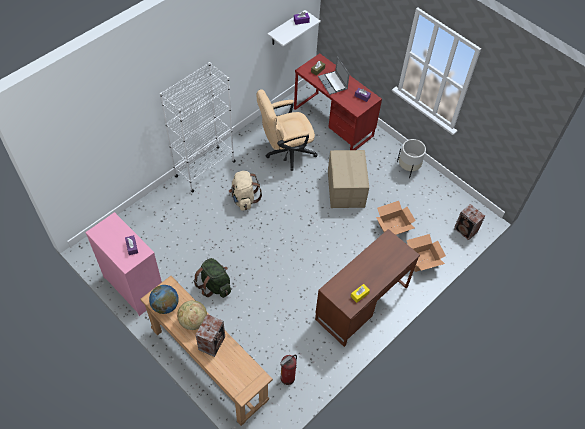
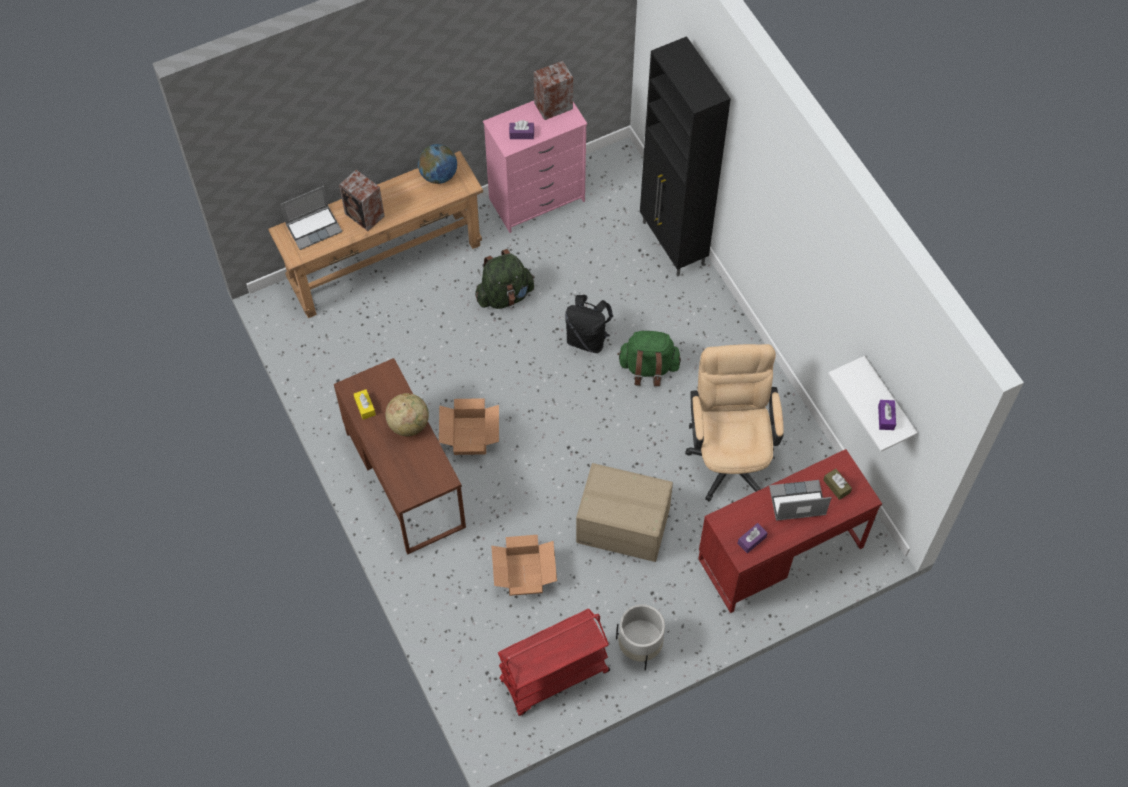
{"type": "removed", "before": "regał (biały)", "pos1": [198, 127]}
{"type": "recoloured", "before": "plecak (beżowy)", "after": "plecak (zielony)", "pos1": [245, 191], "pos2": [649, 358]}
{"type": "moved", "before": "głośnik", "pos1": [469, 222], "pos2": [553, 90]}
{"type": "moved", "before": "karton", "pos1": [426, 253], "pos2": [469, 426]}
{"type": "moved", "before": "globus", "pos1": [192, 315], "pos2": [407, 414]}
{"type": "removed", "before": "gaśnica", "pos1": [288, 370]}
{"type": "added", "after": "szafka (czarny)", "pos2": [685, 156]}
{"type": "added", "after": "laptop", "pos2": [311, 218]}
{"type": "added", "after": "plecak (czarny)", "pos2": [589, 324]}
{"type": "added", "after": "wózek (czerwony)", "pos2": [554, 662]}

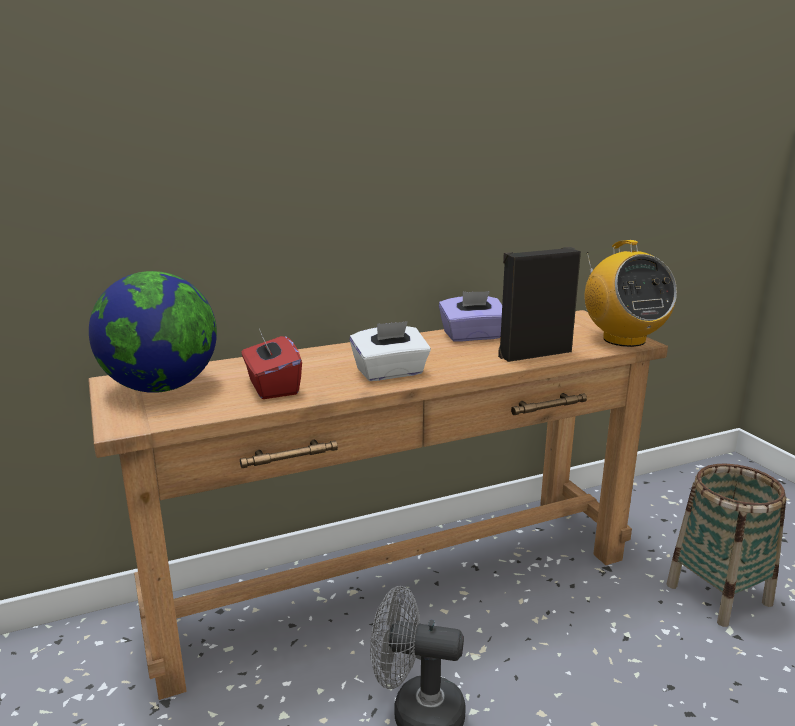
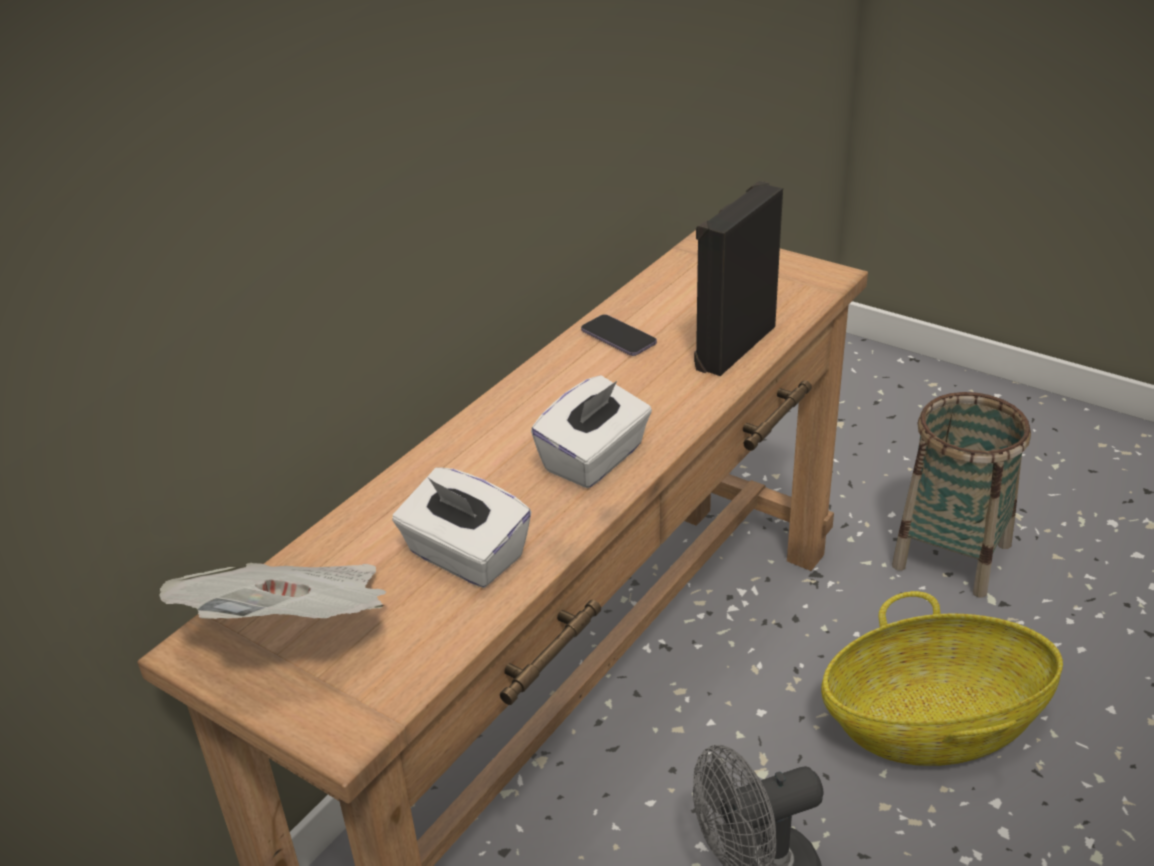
{"type": "removed", "before": "radio", "pos1": [631, 293]}
{"type": "replaced", "before": "globus", "after": "gazeta", "pos1": [153, 332], "pos2": [272, 591]}
{"type": "replaced", "before": "pudełko chusteczek (fioletowy)", "after": "telefon", "pos1": [470, 316], "pos2": [619, 335]}
{"type": "recoloured", "before": "pudełko chusteczek (czerwony)", "after": "pudełko chusteczek (biały)", "pos1": [272, 364], "pos2": [461, 527]}
{"type": "added", "after": "koszyk", "pos2": [942, 678]}

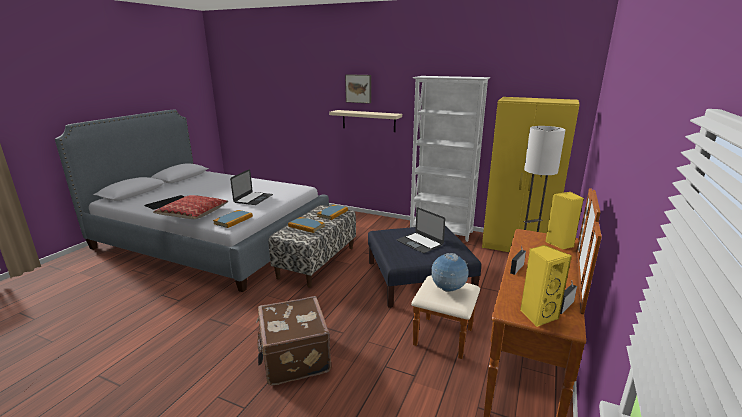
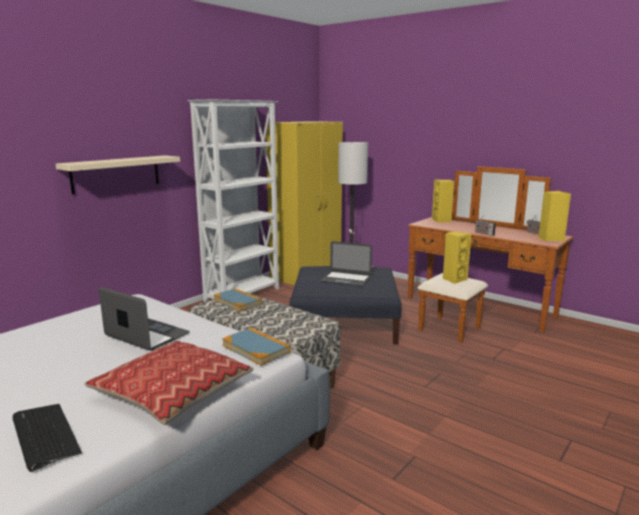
{"type": "removed", "before": "obraz", "pos1": [358, 89]}
{"type": "turned", "before": "laptop", "pos1": [421, 230], "pos2": [346, 263], "turn": 45}
{"type": "removed", "before": "książka", "pos1": [306, 225]}
{"type": "replaced", "before": "globus", "after": "głośnik (żółty)", "pos1": [449, 272], "pos2": [457, 257]}
{"type": "removed", "before": "walizka (brązowy)", "pos1": [293, 340]}

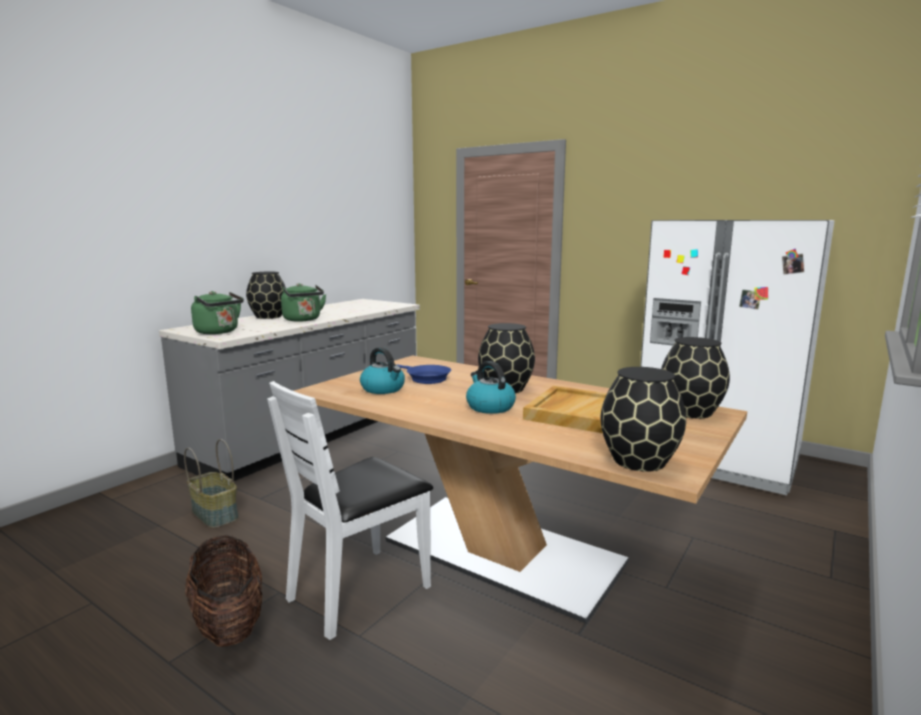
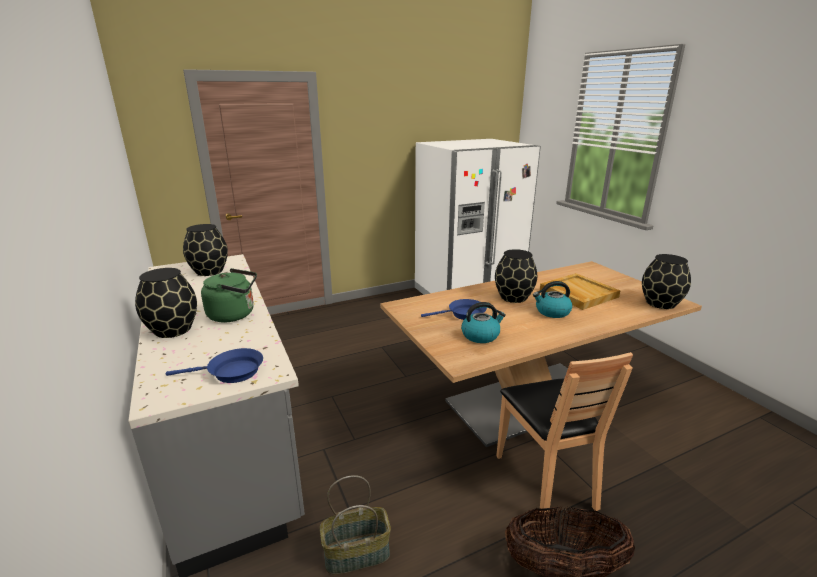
{"type": "replaced", "before": "czajnik (zielony)", "after": "patelnia (niebieski)", "pos1": [217, 312], "pos2": [214, 365]}
{"type": "moved", "before": "wazon (czarny)", "pos1": [695, 377], "pos2": [205, 250]}
{"type": "recoloured", "before": "krzesło (biały)", "after": "krzesło (brązowy)", "pos1": [350, 510], "pos2": [564, 435]}

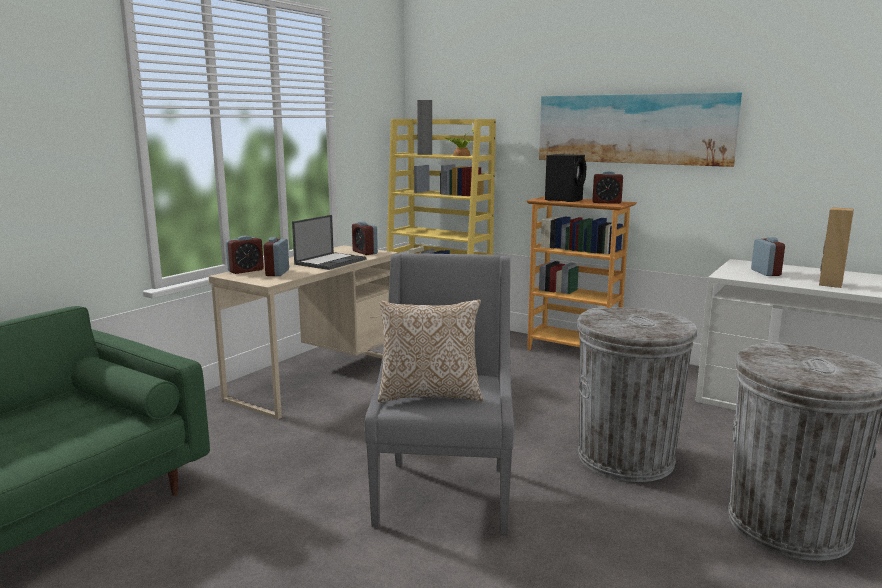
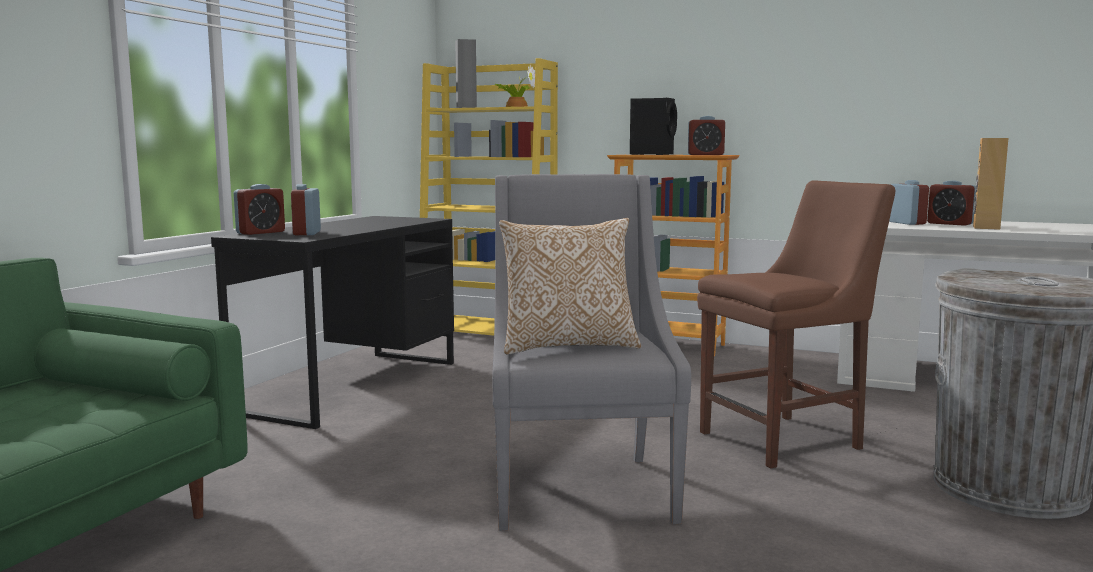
{"type": "removed", "before": "obraz", "pos1": [640, 129]}
{"type": "removed", "before": "laptop", "pos1": [329, 242]}
{"type": "moved", "before": "budzik", "pos1": [365, 238], "pos2": [951, 203]}
{"type": "recoloured", "before": "biurko (beżowy)", "after": "biurko (czarny)", "pos1": [303, 332], "pos2": [332, 322]}
{"type": "replaced", "before": "kosz na śmieci (szary)", "after": "krzesło (brązowy)", "pos1": [637, 394], "pos2": [796, 324]}

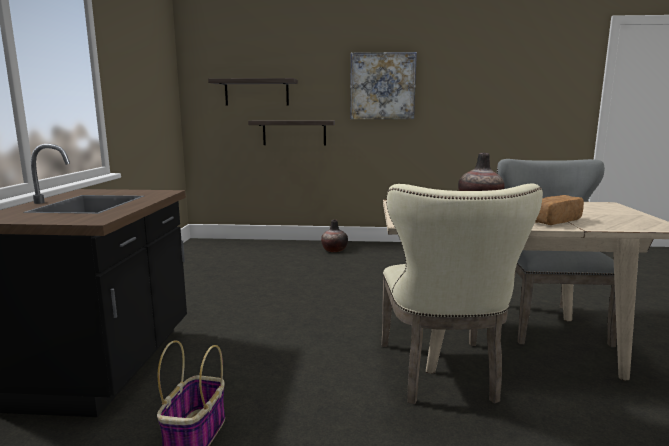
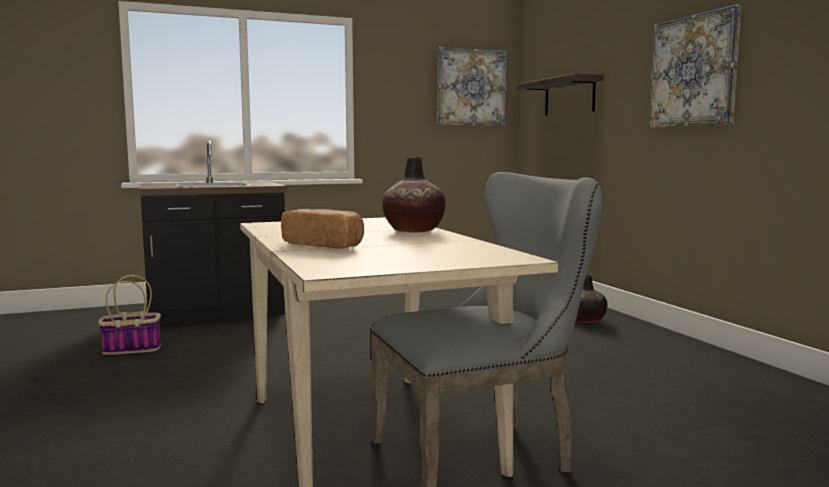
{"type": "removed", "before": "półka", "pos1": [291, 133]}
{"type": "removed", "before": "krzesło (beżowy)", "pos1": [462, 294]}
{"type": "added", "after": "obraz", "pos2": [472, 86]}

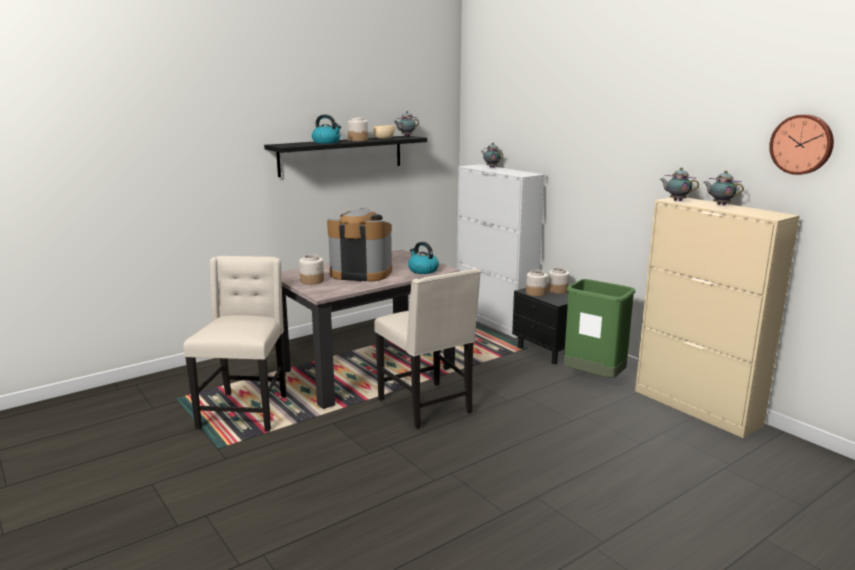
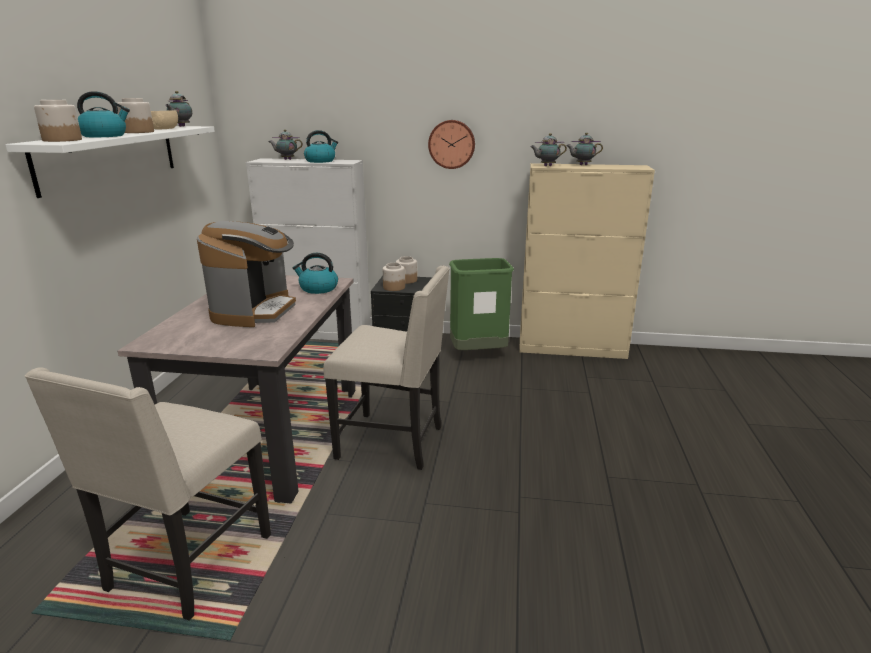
{"type": "moved", "before": "zegar ścienny", "pos1": [801, 144], "pos2": [451, 144]}
{"type": "recoloured", "before": "półka (czarny)", "after": "półka (biały)", "pos1": [345, 156], "pos2": [110, 162]}
{"type": "turned", "before": "ekspres do kawy", "pos1": [359, 245], "pos2": [246, 274], "turn": 135}
{"type": "moved", "before": "słoik", "pos1": [311, 269], "pos2": [58, 121]}
{"type": "turned", "before": "krzesło (beżowy)", "pos1": [235, 344], "pos2": [148, 494], "turn": -120}
{"type": "added", "after": "czajnik", "pos2": [321, 146]}

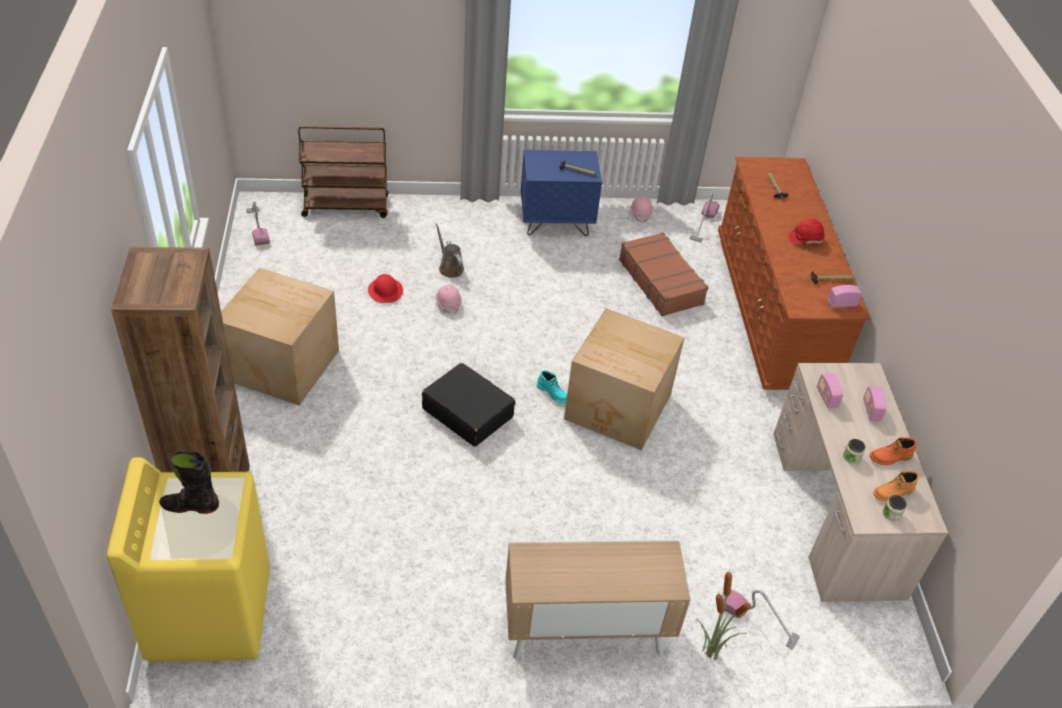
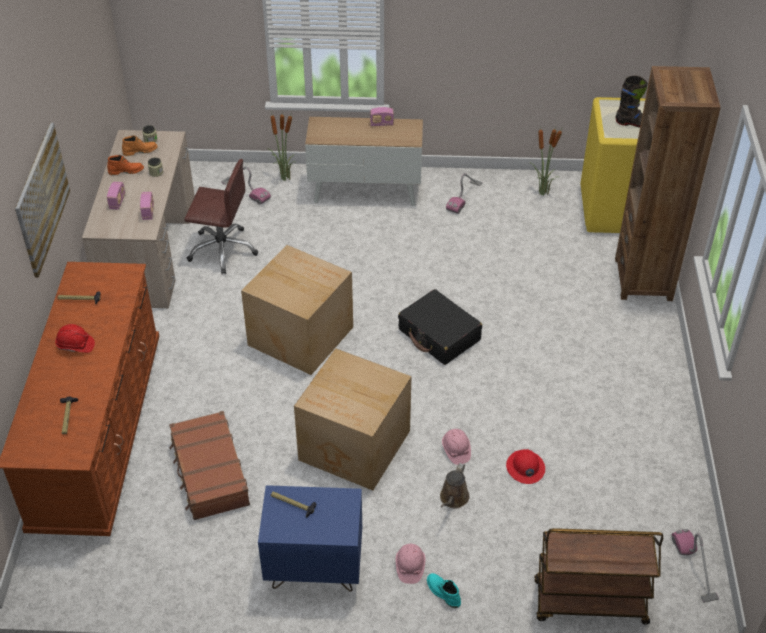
{"type": "moved", "before": "odkurzacz", "pos1": [704, 218], "pos2": [464, 193]}
{"type": "moved", "before": "kask (różowy)", "pos1": [641, 209], "pos2": [410, 564]}
{"type": "turned", "before": "konewka (brązowy)", "pos1": [449, 250], "pos2": [455, 485], "turn": 45}
{"type": "moved", "before": "karton", "pos1": [280, 337], "pos2": [352, 419]}
{"type": "moved", "before": "radio", "pos1": [844, 296], "pos2": [382, 116]}
{"type": "moved", "before": "but z cholewką (turkusowy)", "pos1": [552, 386], "pos2": [444, 590]}
{"type": "added", "after": "obraz", "pos2": [42, 200]}
{"type": "added", "after": "roślina doniczkowa", "pos2": [545, 161]}
{"type": "added", "after": "krzesło biurowe (brązowy)", "pos2": [221, 216]}

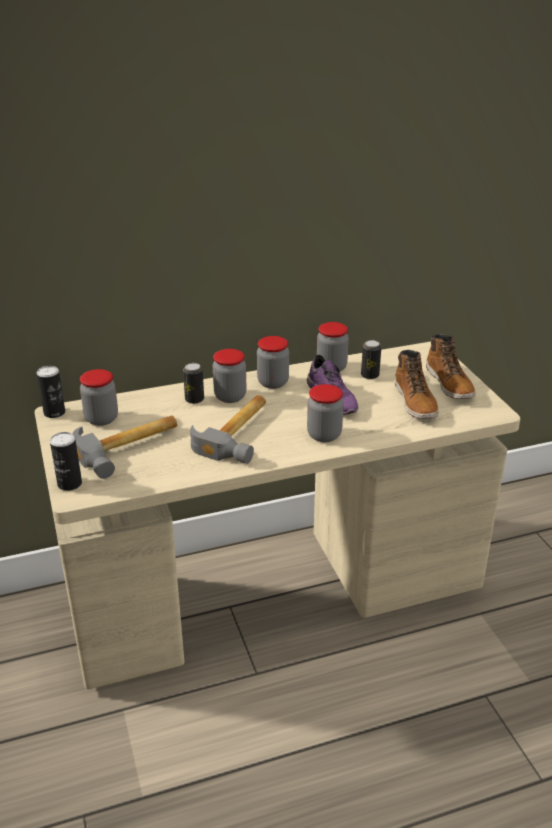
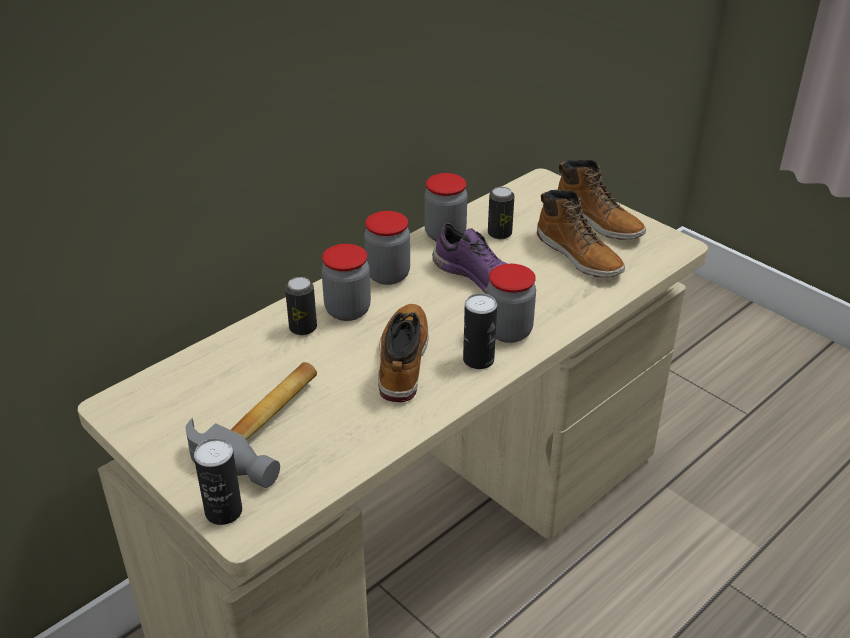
{"type": "moved", "before": "puszka", "pos1": [51, 392], "pos2": [480, 331]}
{"type": "removed", "before": "słoik", "pos1": [99, 397]}
{"type": "replaced", "before": "młotek", "after": "but z cholewką", "pos1": [228, 429], "pos2": [403, 353]}

